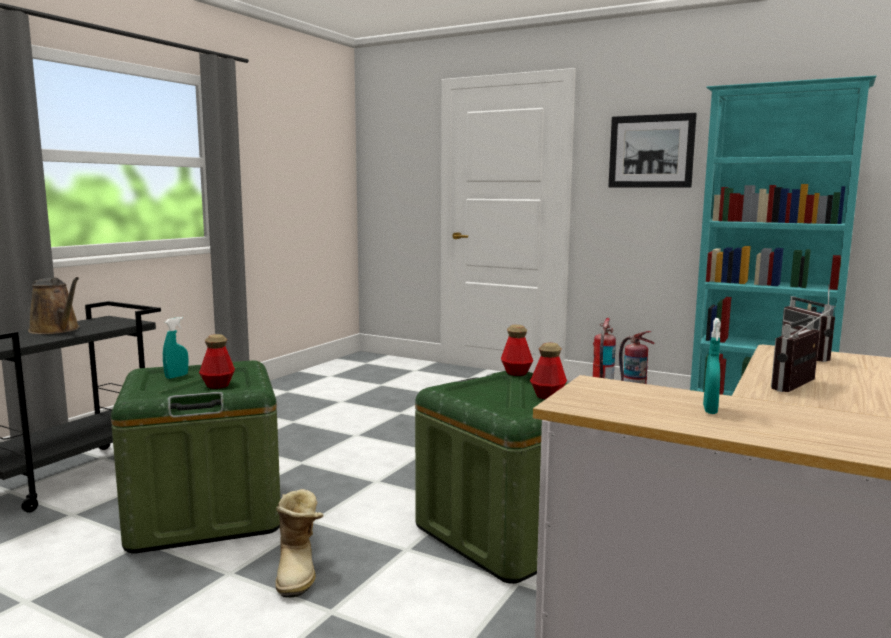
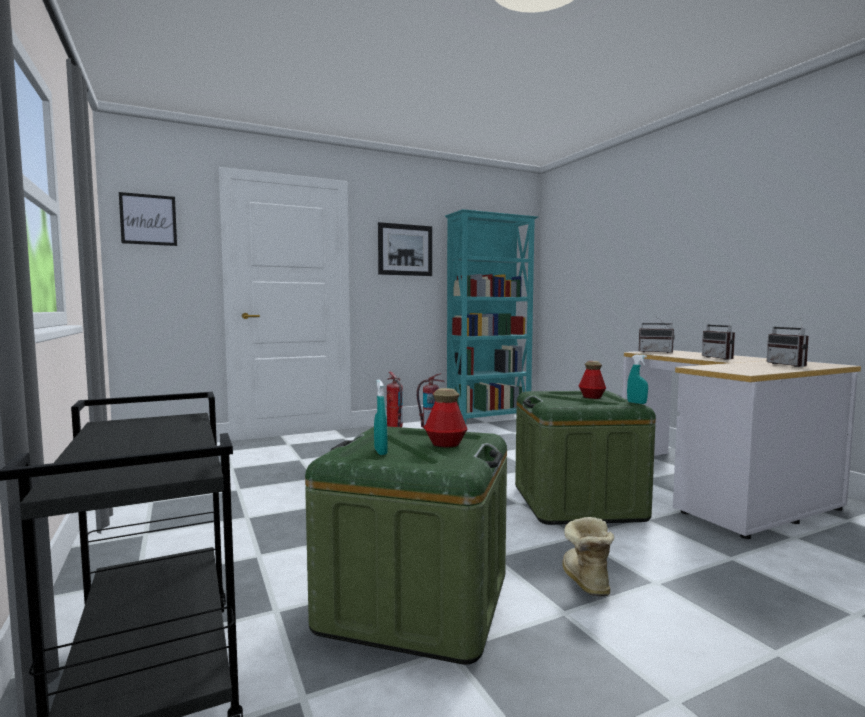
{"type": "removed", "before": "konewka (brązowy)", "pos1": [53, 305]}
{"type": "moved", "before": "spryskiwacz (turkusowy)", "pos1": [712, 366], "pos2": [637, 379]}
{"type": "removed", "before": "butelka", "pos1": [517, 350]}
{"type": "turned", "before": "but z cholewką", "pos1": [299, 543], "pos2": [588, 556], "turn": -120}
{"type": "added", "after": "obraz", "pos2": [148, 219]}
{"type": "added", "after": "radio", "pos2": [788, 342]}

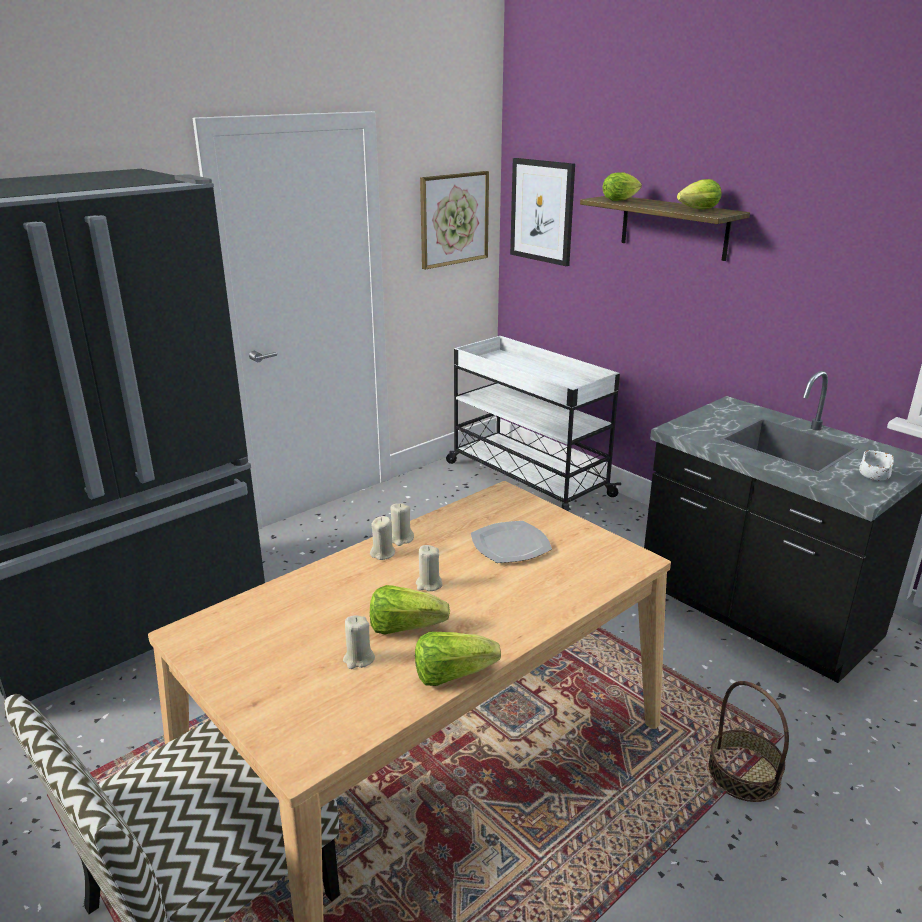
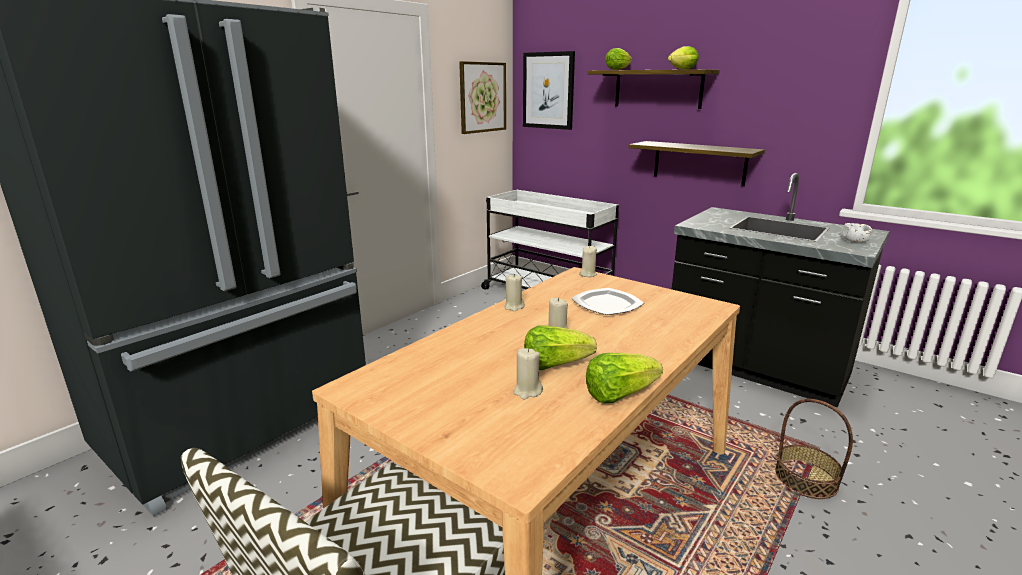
{"type": "moved", "before": "świeca (beżowy)", "pos1": [382, 538], "pos2": [588, 261]}
{"type": "added", "after": "półka", "pos2": [696, 163]}

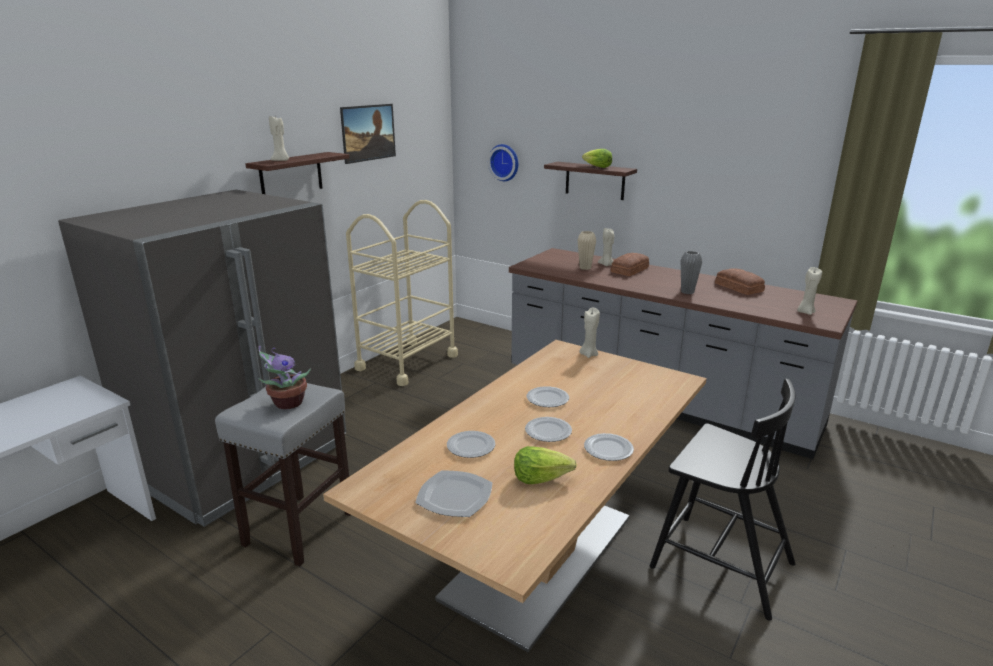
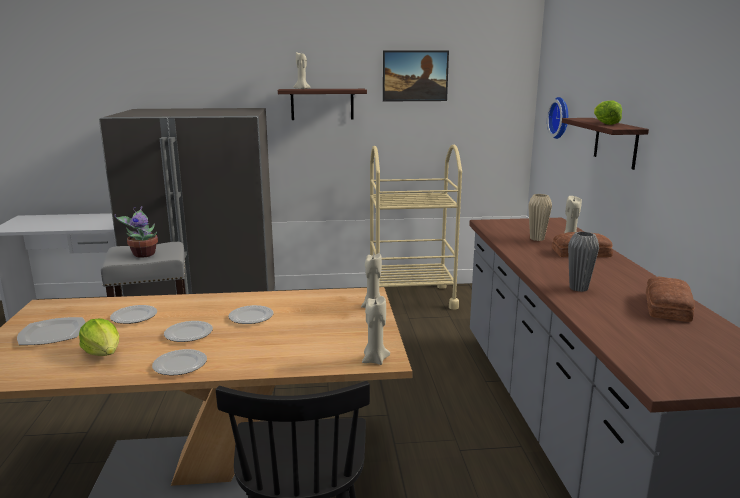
{"type": "moved", "before": "świeca (beżowy)", "pos1": [809, 291], "pos2": [376, 330]}

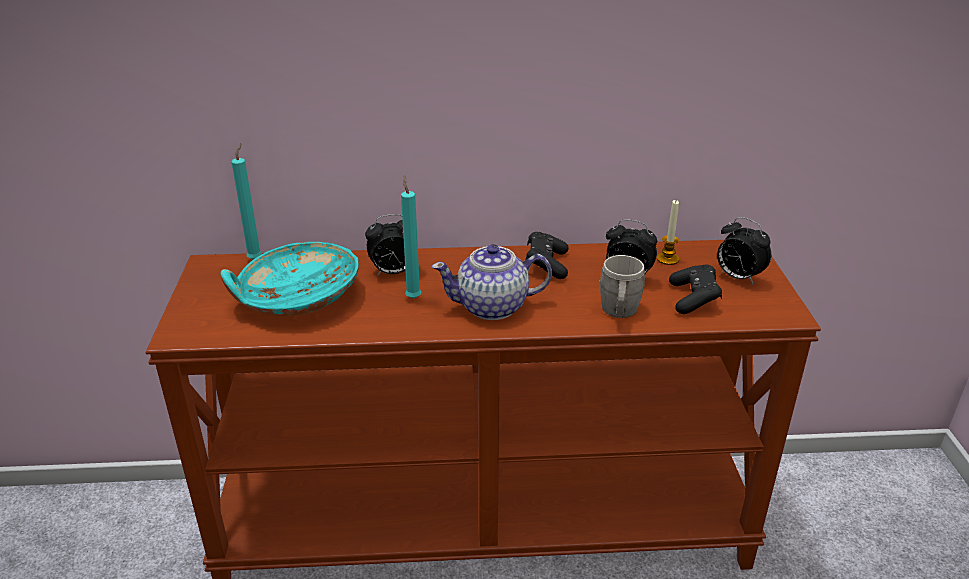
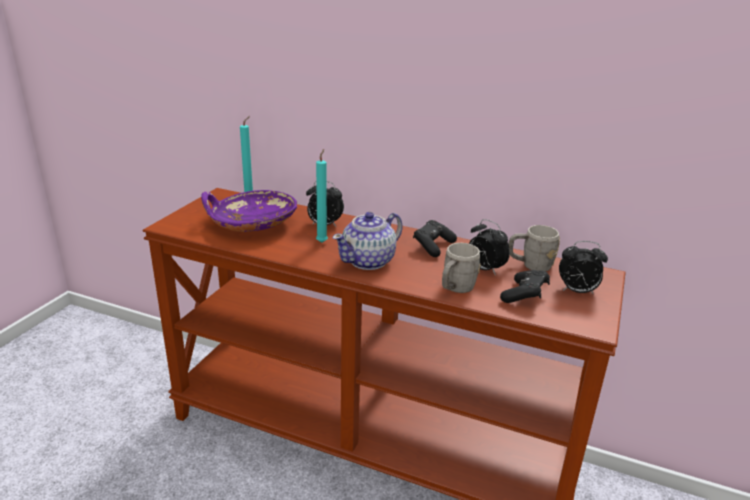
{"type": "replaced", "before": "świeca", "after": "kubek (szary)", "pos1": [668, 232], "pos2": [534, 248]}
{"type": "turned", "before": "budzik", "pos1": [744, 250], "pos2": [583, 267], "turn": -60}
{"type": "recoloured", "before": "miska (turkusowy)", "after": "miska (fioletowy)", "pos1": [289, 279], "pos2": [249, 211]}
{"type": "turned", "before": "imbryk", "pos1": [491, 282], "pos2": [367, 241], "turn": -60}

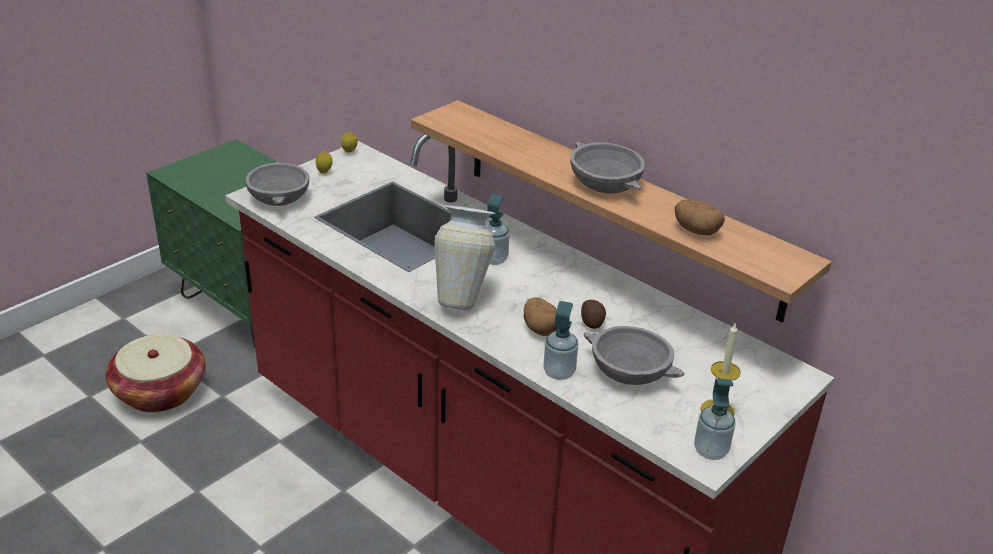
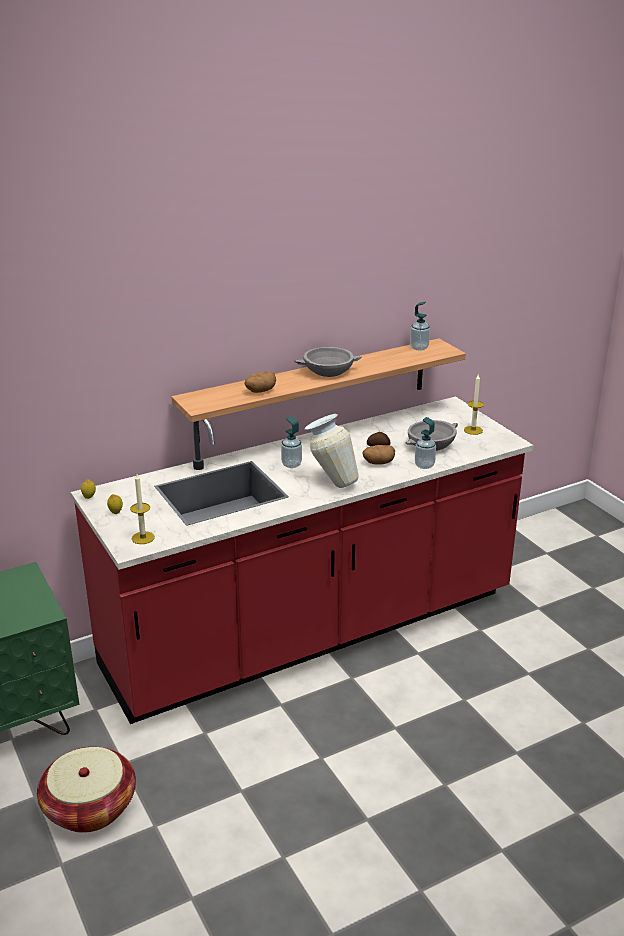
{"type": "replaced", "before": "miska (szary)", "after": "świeca", "pos1": [277, 184], "pos2": [142, 509]}
{"type": "moved", "before": "ziemniak", "pos1": [699, 217], "pos2": [260, 382]}
{"type": "moved", "before": "dozownik mydła", "pos1": [715, 419], "pos2": [420, 326]}

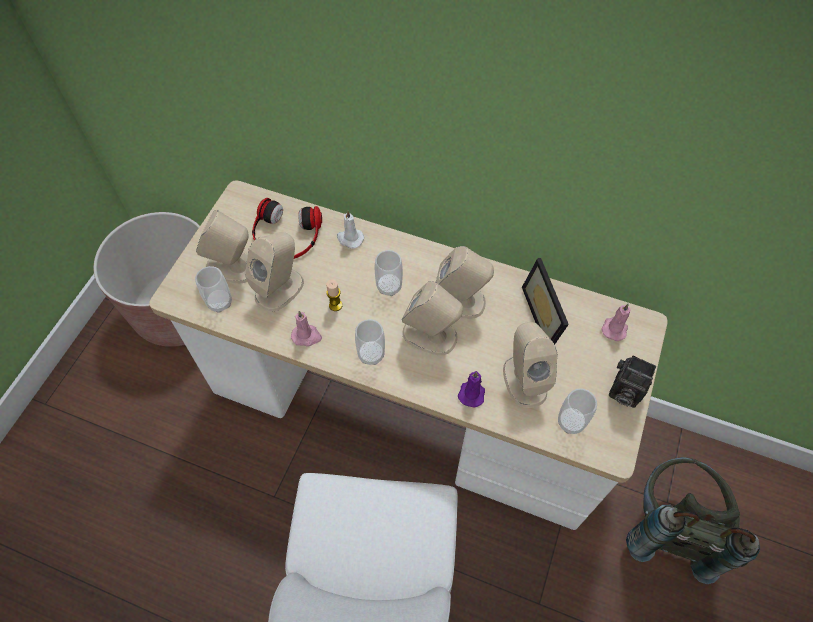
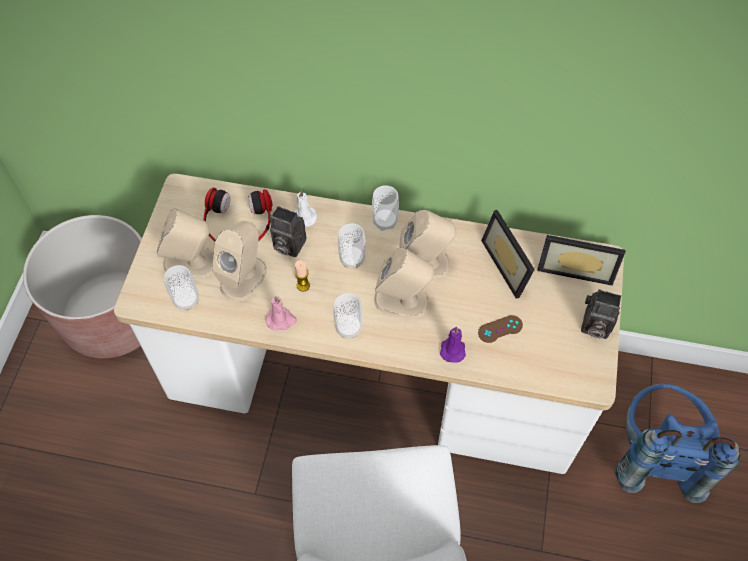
{"type": "replaced", "before": "świeca (różowy)", "after": "ramka na zdjęcie", "pos1": [616, 322], "pos2": [581, 260]}
{"type": "replaced", "before": "głośnik (beżowy)", "after": "pad do gier (brązowy)", "pos1": [530, 365], "pos2": [500, 329]}
{"type": "moved", "before": "filiżanka", "pos1": [577, 411], "pos2": [385, 208]}
{"type": "recoloured", "before": "plecak (szary)", "after": "plecak (niebieski)", "pos1": [693, 520], "pos2": [678, 443]}
{"type": "added", "after": "aparat fotograficzny", "pos2": [288, 231]}

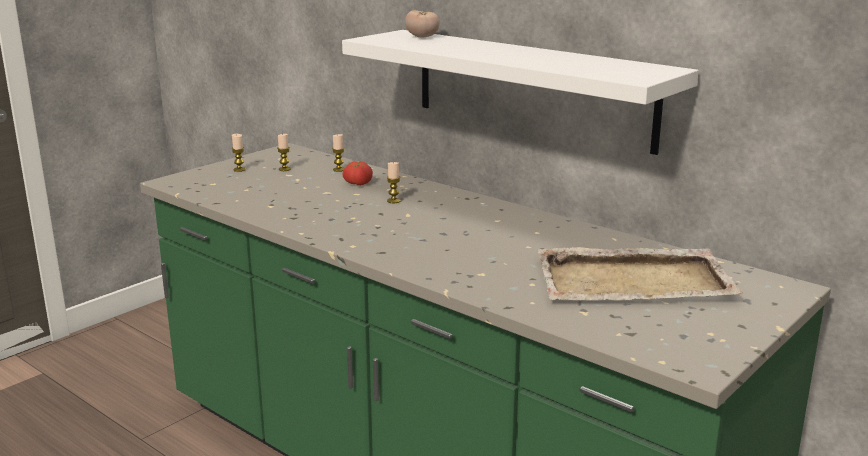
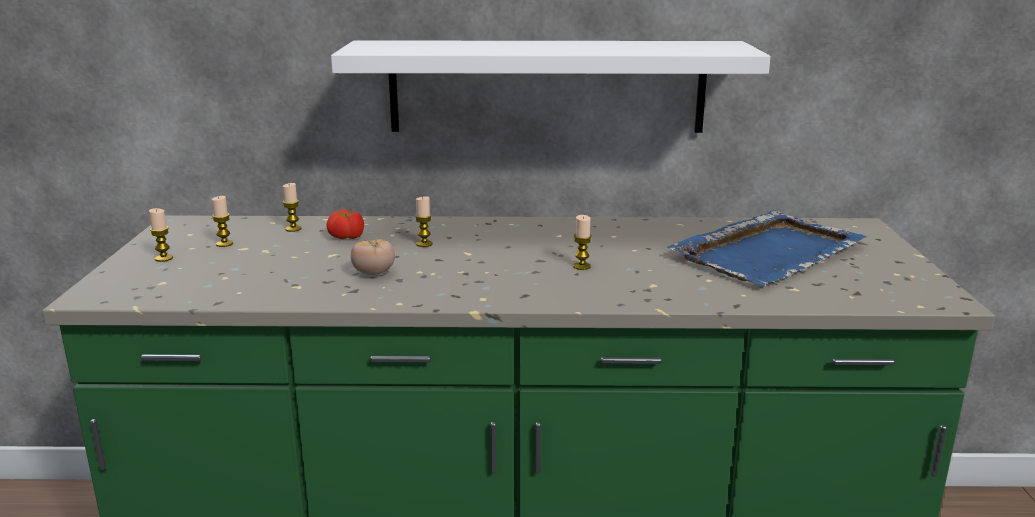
{"type": "moved", "before": "pomidor", "pos1": [422, 23], "pos2": [373, 257]}
{"type": "recoloured", "before": "taca (beżowy)", "after": "taca (niebieski)", "pos1": [640, 274], "pos2": [766, 248]}
{"type": "added", "after": "świeca", "pos2": [582, 242]}

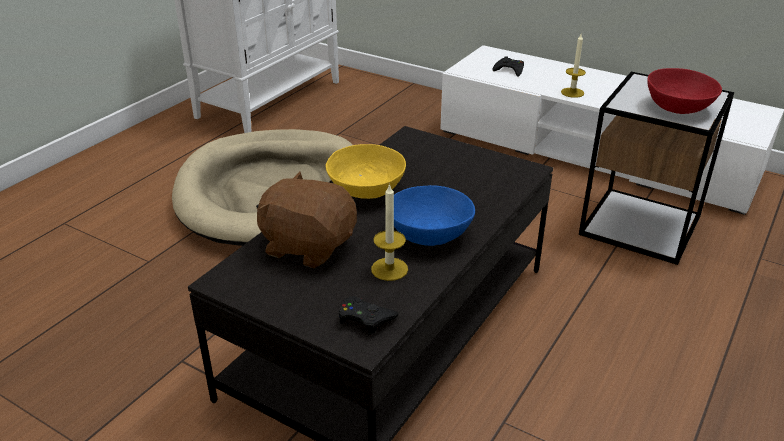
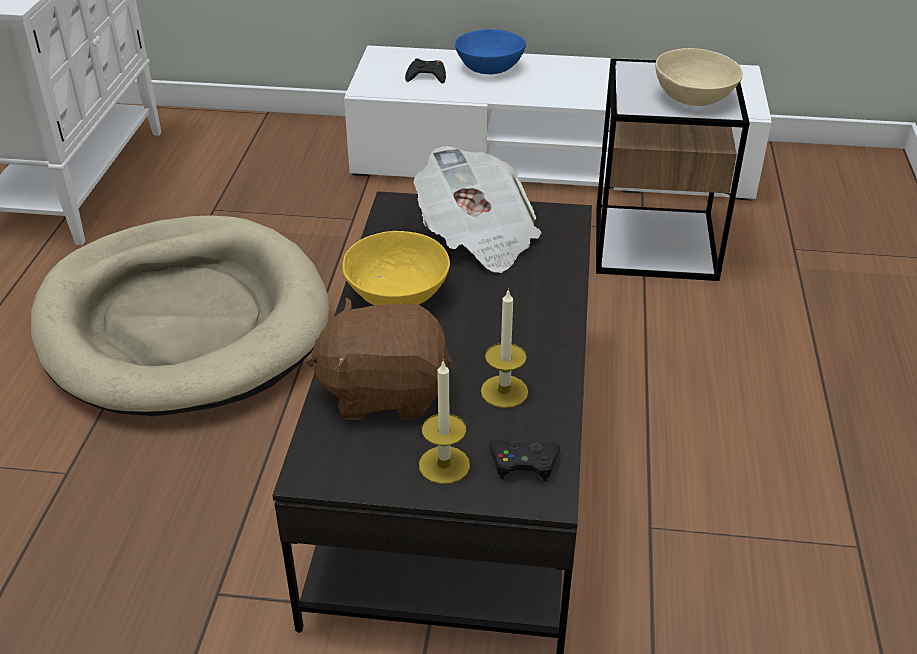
{"type": "moved", "before": "świeca", "pos1": [573, 66], "pos2": [444, 422]}
{"type": "recoloured", "before": "miska (czerwony)", "after": "miska (beżowy)", "pos1": [684, 91], "pos2": [699, 77]}
{"type": "moved", "before": "miska (niebieski)", "pos1": [434, 215], "pos2": [490, 51]}
{"type": "added", "after": "gazeta", "pos2": [477, 209]}

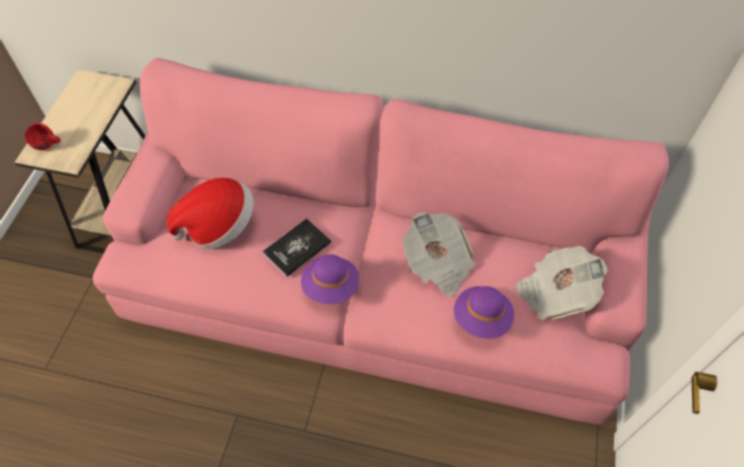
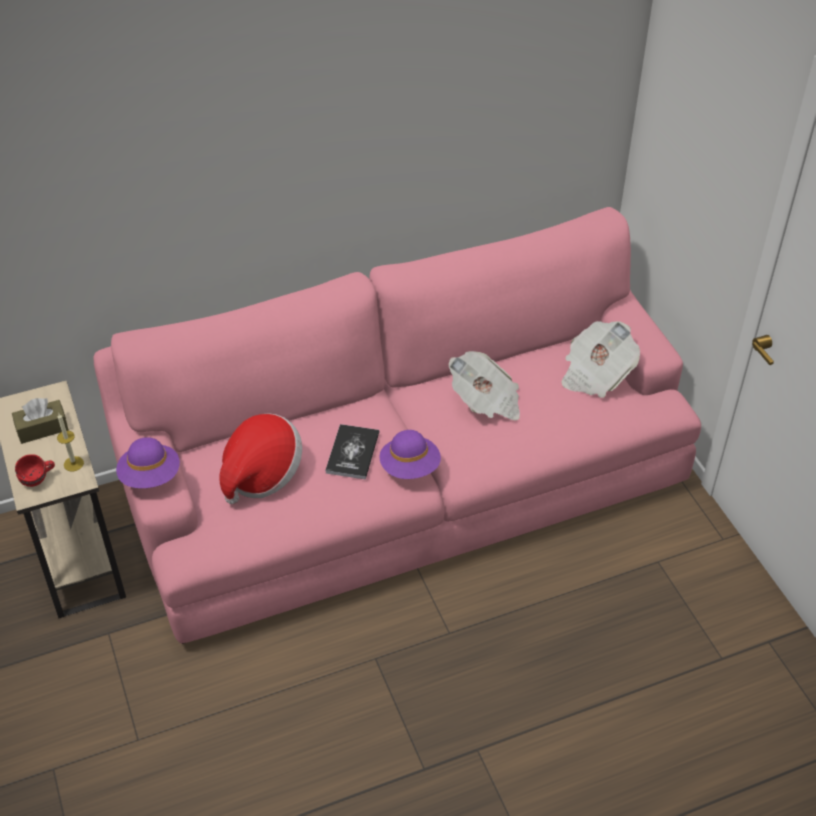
{"type": "moved", "before": "kapelusz (fioletowy)", "pos1": [484, 312], "pos2": [148, 462]}
{"type": "added", "after": "pudełko chusteczek (brązowy)", "pos2": [40, 421]}
{"type": "added", "after": "świeca", "pos2": [70, 443]}

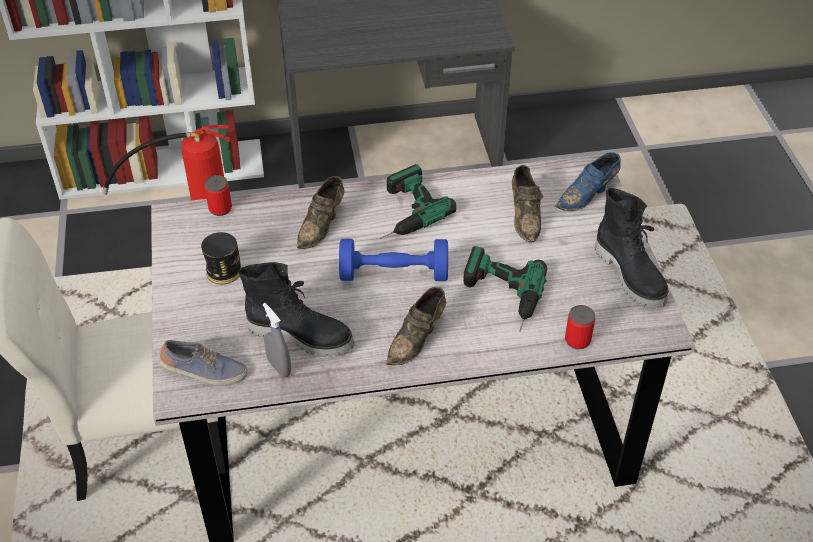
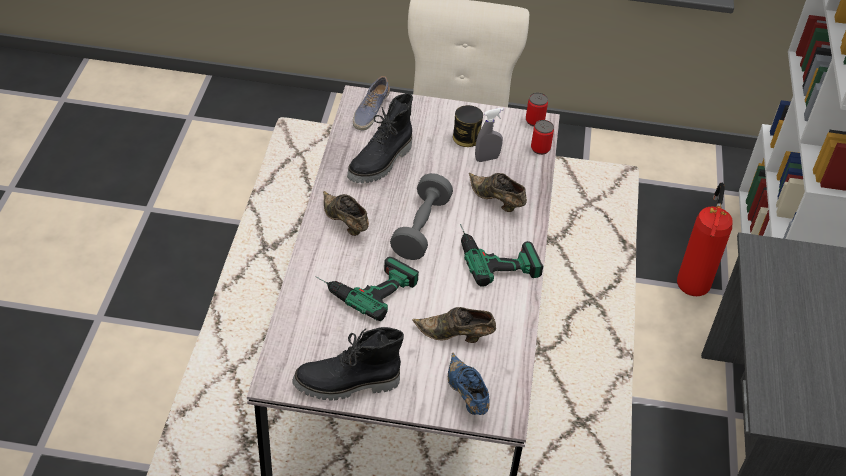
{"type": "recoloured", "before": "hantel (niebieski)", "after": "hantel (szary)", "pos1": [393, 260], "pos2": [421, 216]}
{"type": "moved", "before": "spryskiwacz (szary)", "pos1": [277, 340], "pos2": [489, 135]}
{"type": "moved", "before": "puszka", "pos1": [580, 327], "pos2": [537, 109]}

